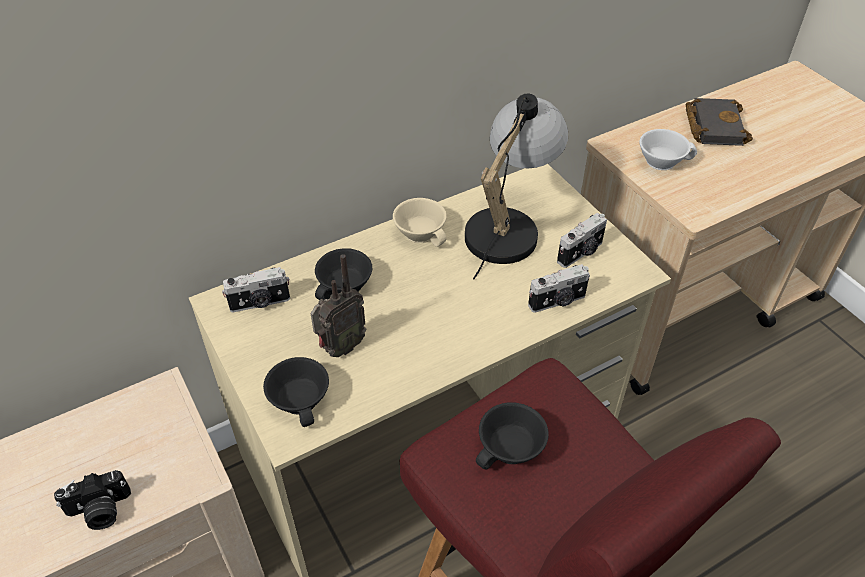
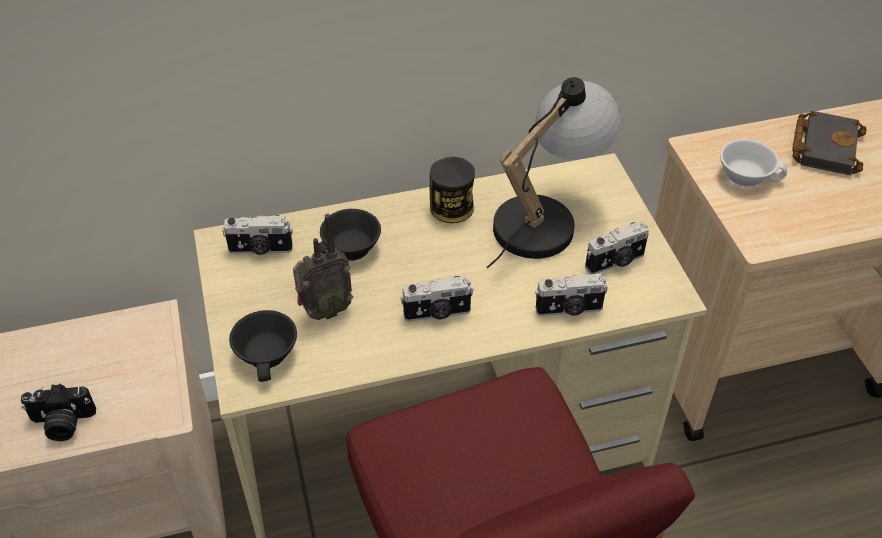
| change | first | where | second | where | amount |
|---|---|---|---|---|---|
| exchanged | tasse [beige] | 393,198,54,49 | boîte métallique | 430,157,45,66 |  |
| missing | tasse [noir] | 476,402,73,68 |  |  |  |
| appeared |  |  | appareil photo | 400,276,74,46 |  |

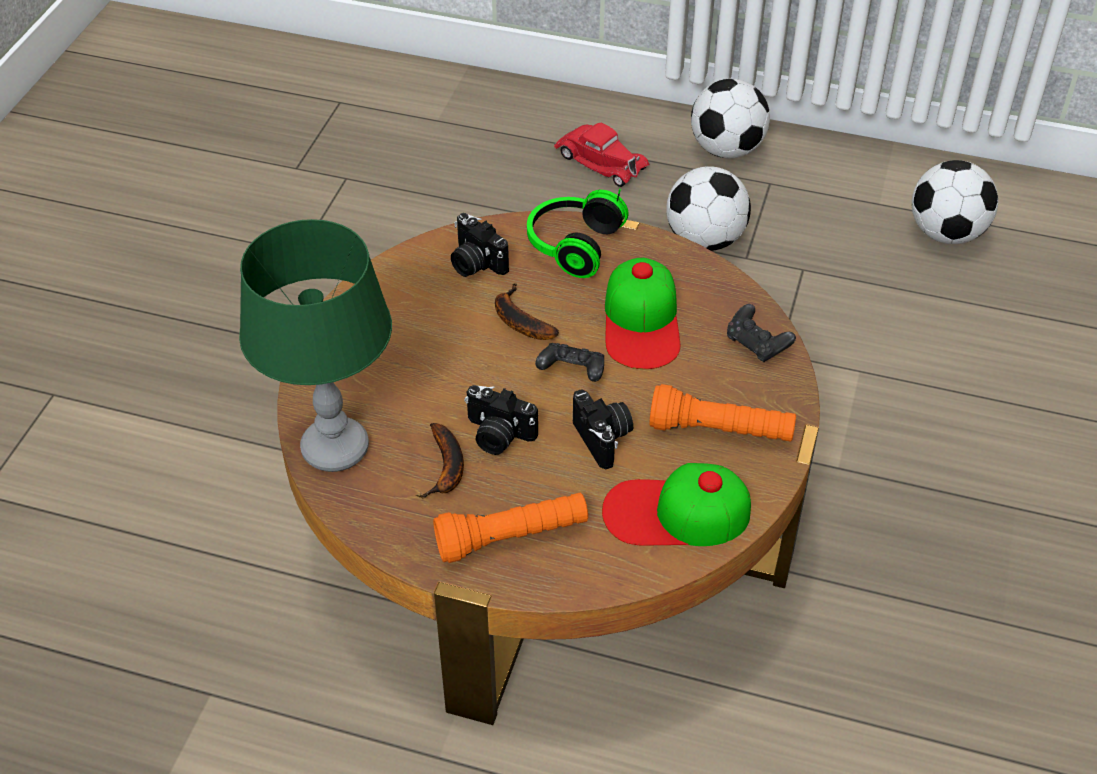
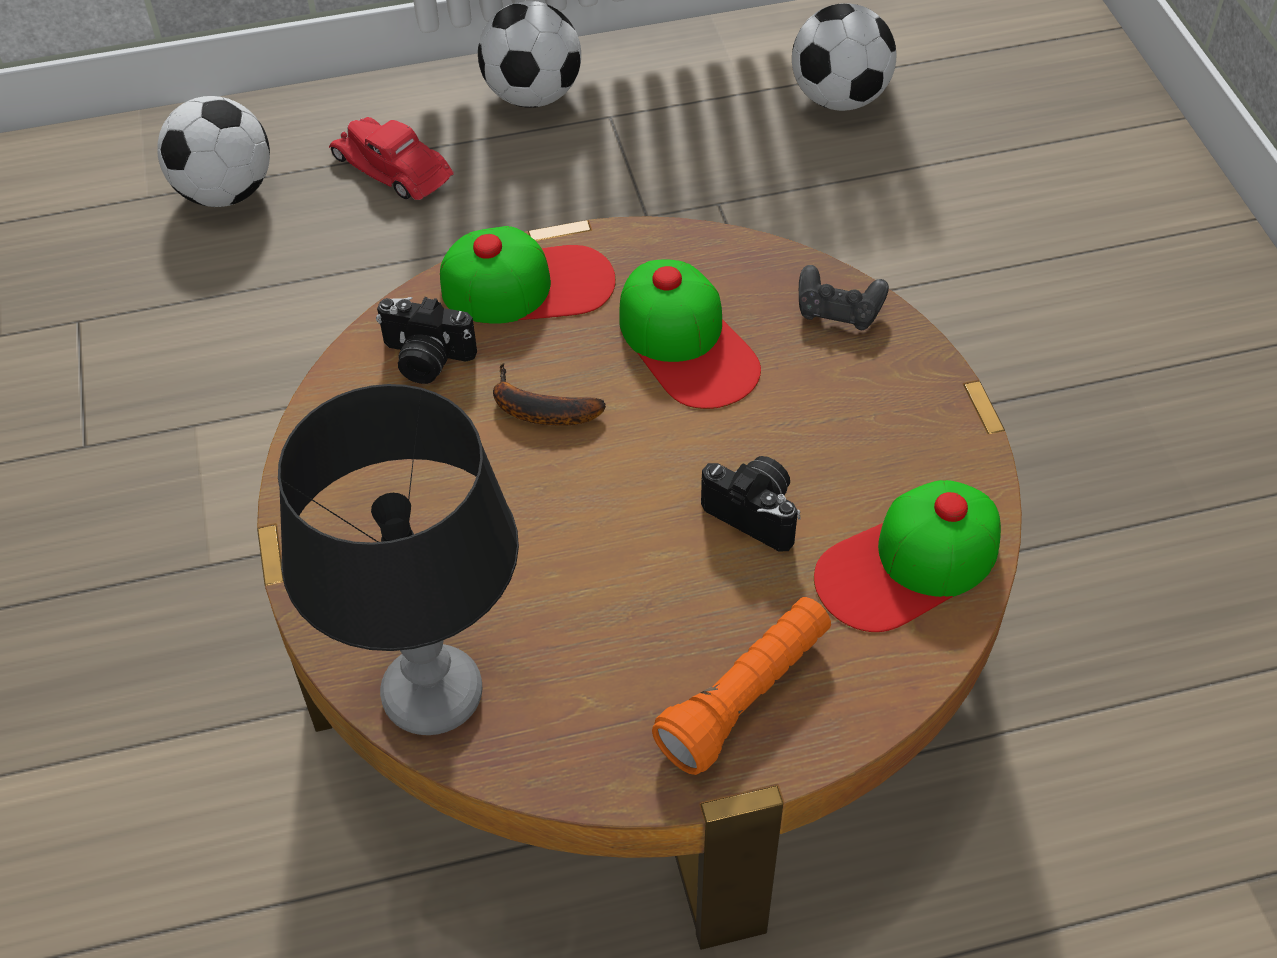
| change | first | where | second | where | amount |
|---|---|---|---|---|---|
| colour | lampe de table [vert] | 239,219,153,253 | lampe de table [noir] | 278,384,241,351 |  |
| missing | banane | 416,423,48,76 |  |  |  |
| missing | appareil photo | 464,385,74,70 |  |  |  |
| exchanged | casque audio | 527,189,101,89 | casquette | 440,226,176,98 |  |
| missing | manette [noir] | 535,343,69,39 |  |  |  |
| spun | petite voiture [rouge] | 554,123,96,64 |  | 329,117,125,83 | 150 degrees counterclockwise |
| missing | lampe de poche [orange] | 649,384,147,58 |  |  |  |
| relocated | ballon de foot | 666,166,85,85 |  | 157,96,113,111 |  |

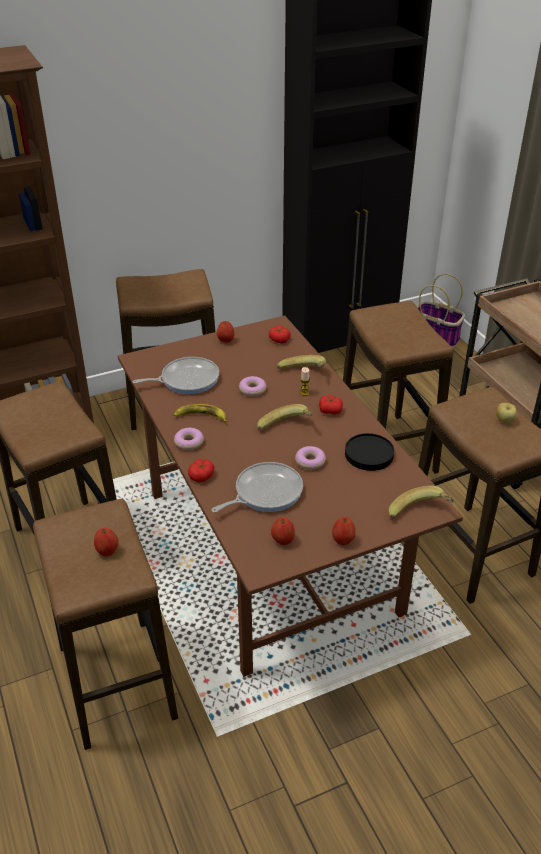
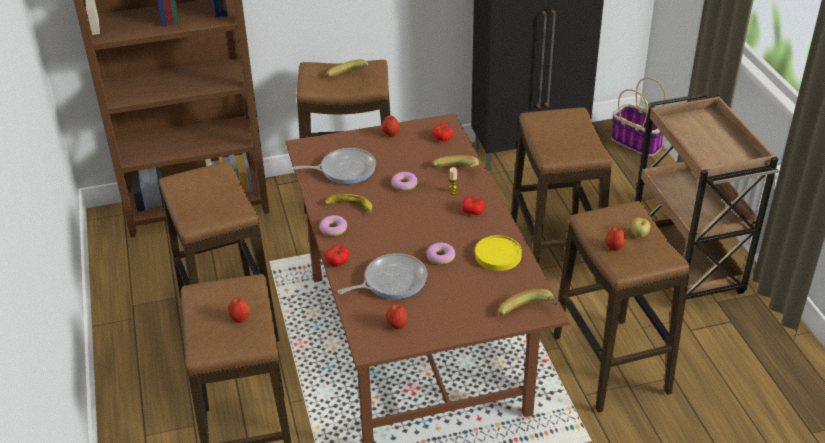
| change | first | where | second | where | amount |
|---|---|---|---|---|---|
| relocated | banane | 257,404,55,26 |  | 327,59,41,18 |  |
| relocated | pomme | 332,517,23,28 |  | 606,227,20,24 |  |
| colour | assiette [noir] | 345,433,49,38 | assiette [jaune] | 475,235,47,36 |  |

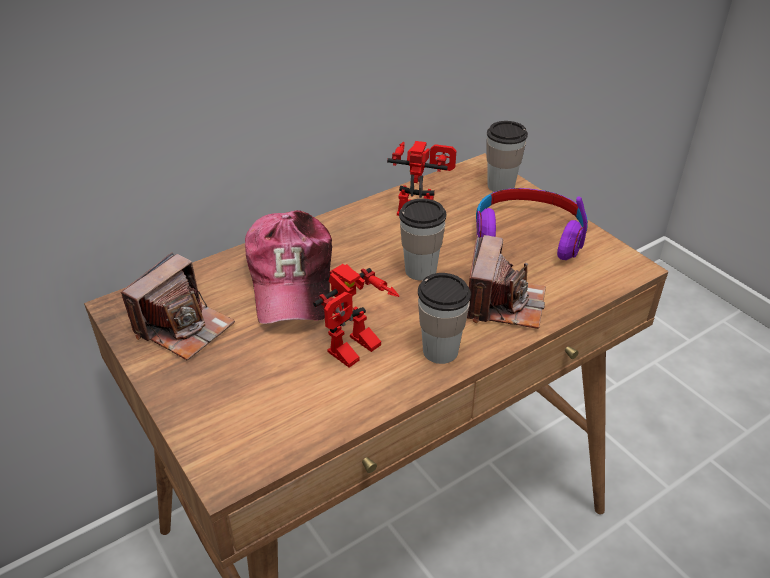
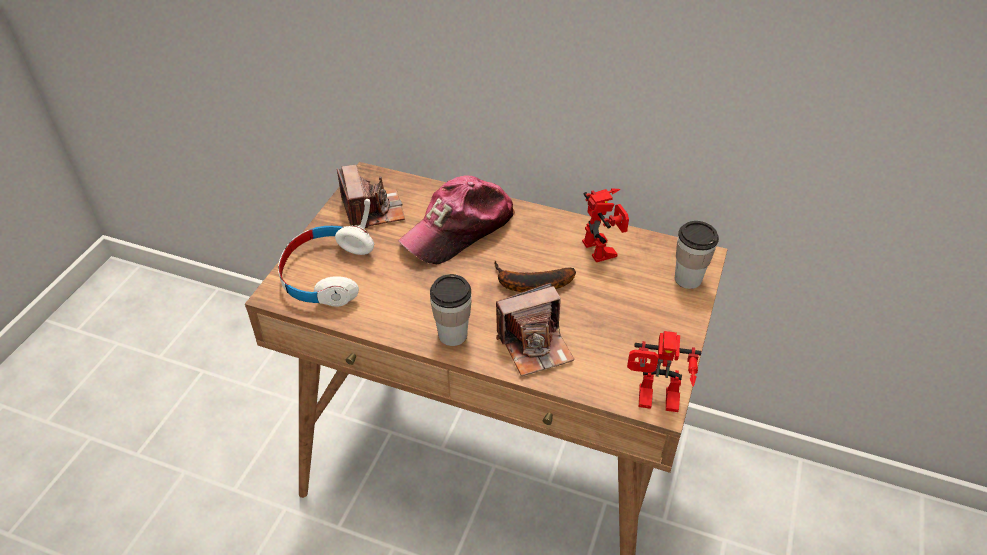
| change | first | where | second | where | amount |
|---|---|---|---|---|---|
| spun | appareil photo | 121,252,114,109 |  | 337,165,68,63 | 105 degrees counterclockwise |
| relocated | robot jouet | 313,264,86,104 |  | 627,331,74,81 |  |
| exchanged | tasse | 399,198,47,83 | banane | 494,260,82,32 |  |
| missing | casque audio [violet] | 476,188,112,72 |  |  |  |
| appeared |  |  | casque audio [blanc] | 278,199,96,108 |  |

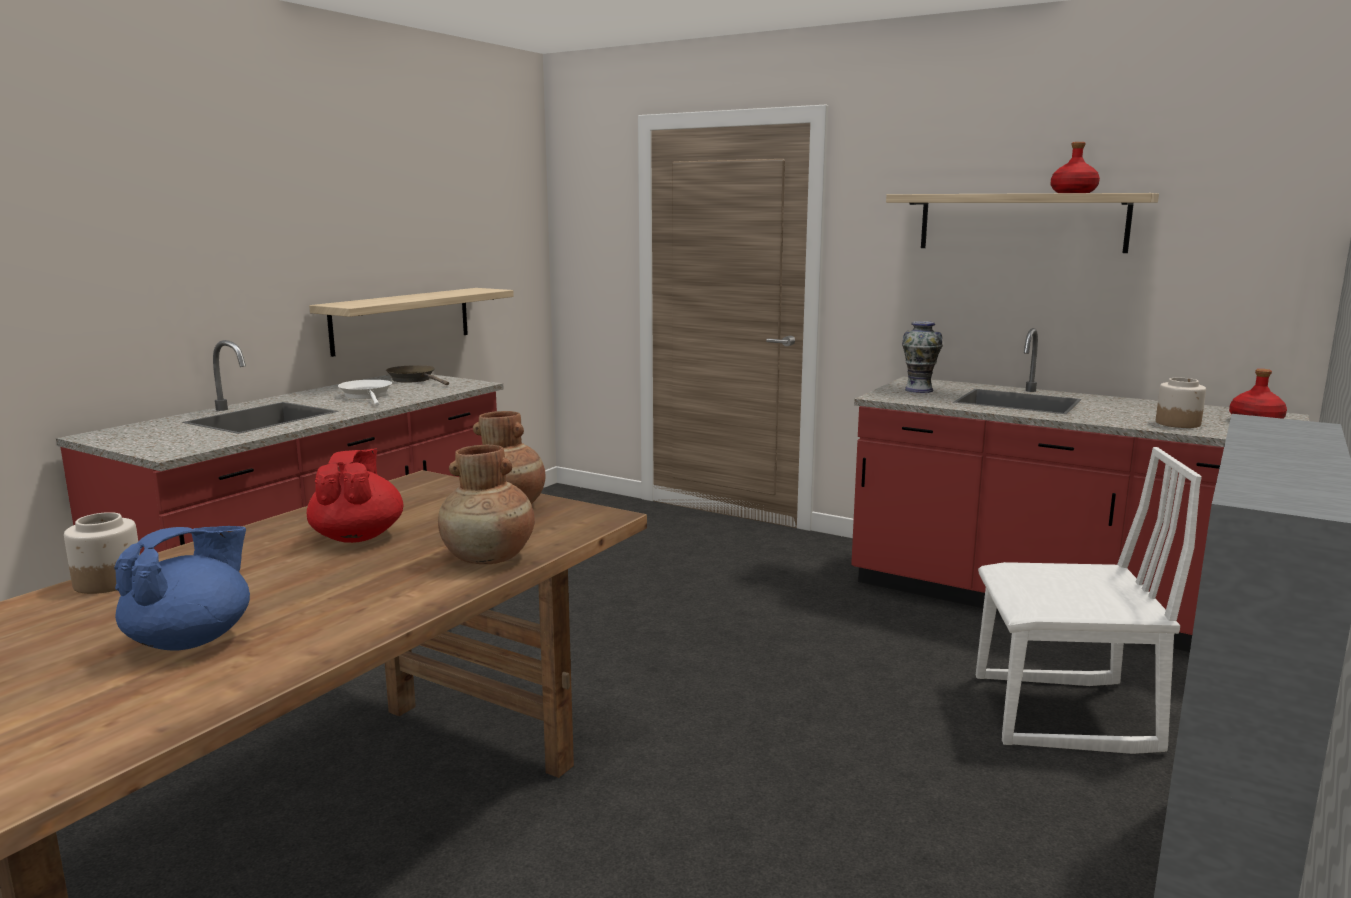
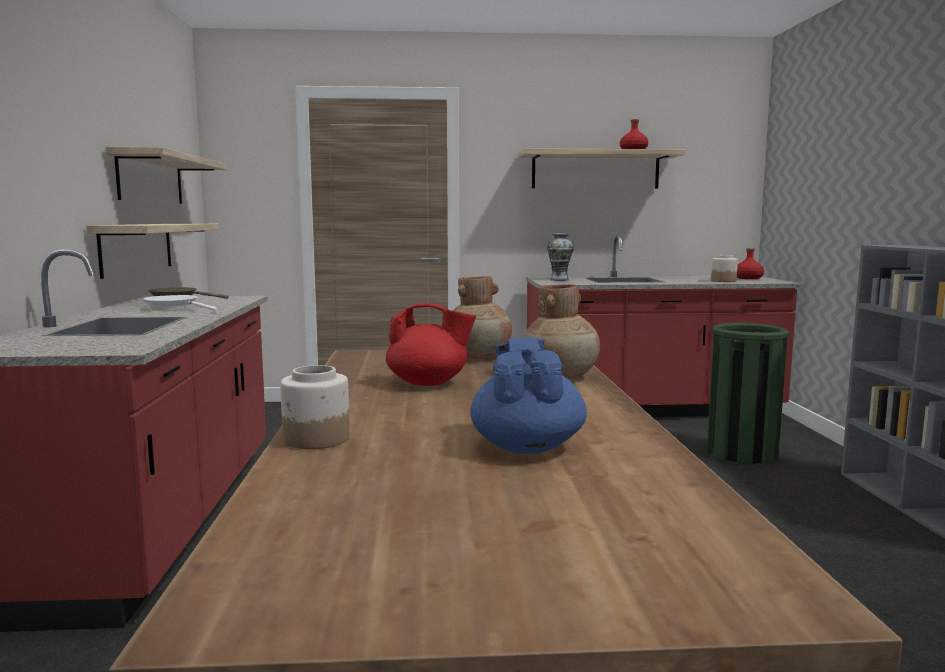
| change | first | where | second | where | amount |
|---|---|---|---|---|---|
| spun | théière [rouge] | 307,448,97,95 |  | 386,303,90,83 | 135 degrees clockwise |
| exchanged | chaise [blanc] | 976,447,226,307 | poubelle [vert] | 707,323,83,143 |  |
| appeared |  |  | étagère | 106,147,121,57 |  |

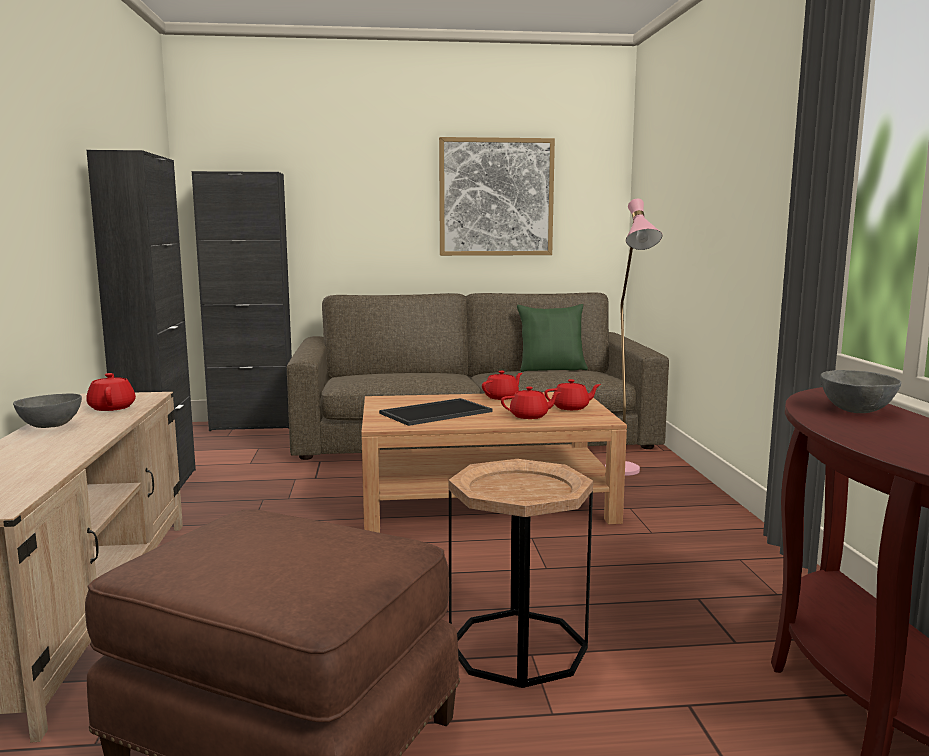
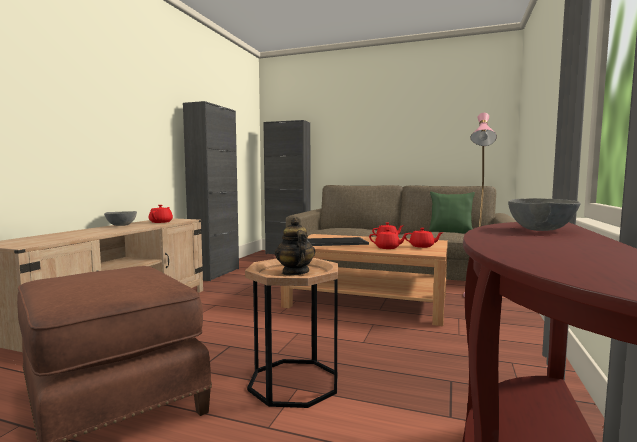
| change | first | where | second | where | amount |
|---|---|---|---|---|---|
| missing | tableau | 439,137,116,119 |  |  |  |
| appeared |  |  | théière | 275,218,40,57 |  |

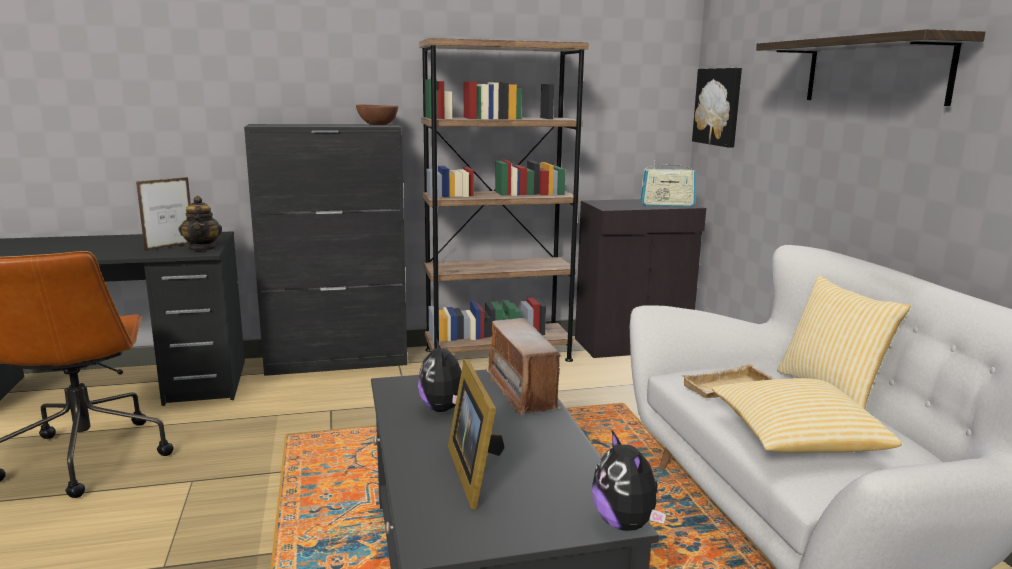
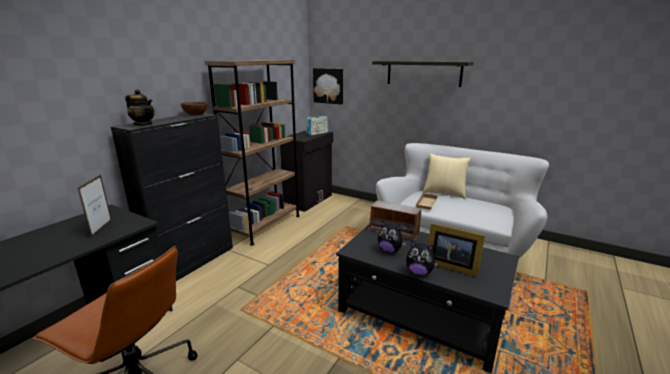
| change | first | where | second | where | amount |
|---|---|---|---|---|---|
| relocated | théière | 179,196,43,55 |  | 125,89,30,37 |  |
| relocated | peluche | 592,430,74,101 |  | 406,240,32,35 |  |
| missing | coussin | 712,378,190,75 |  |  |  |

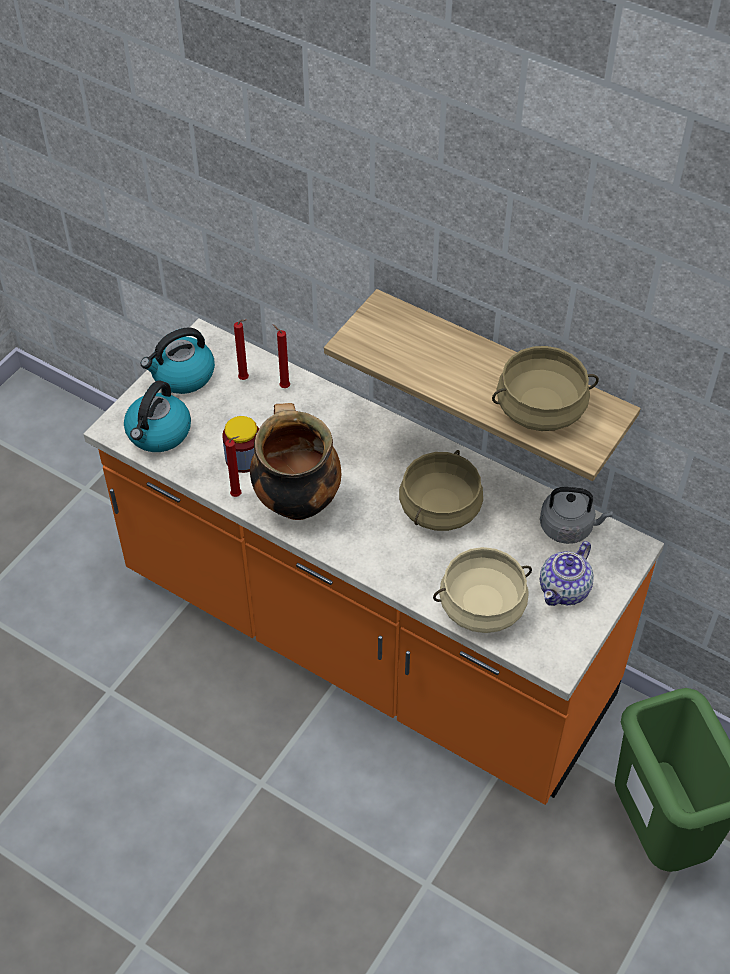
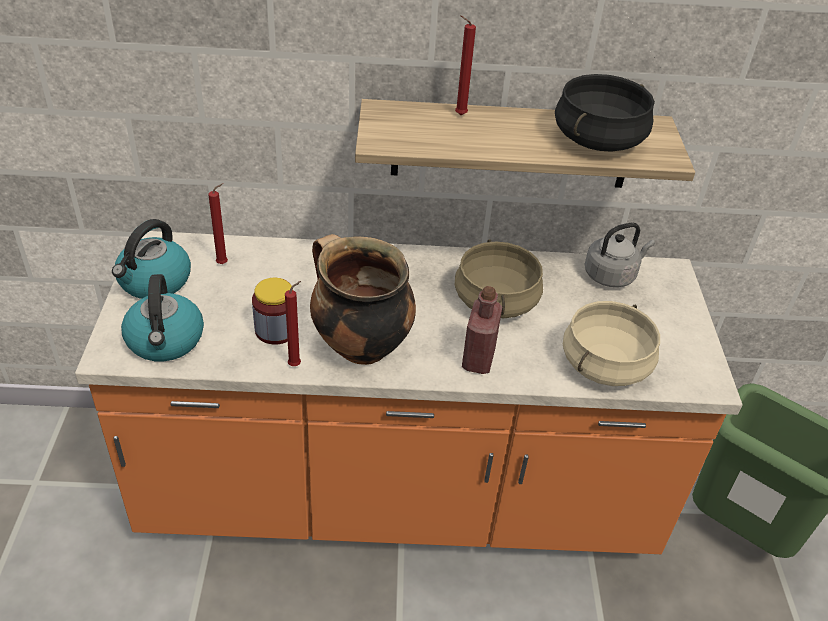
| change | first | where | second | where | amount |
|---|---|---|---|---|---|
| relocated | bougie [rouge] | 272,324,18,64 |  | 455,15,21,100 |  |
| colour | marmite [beige] | 492,346,107,85 | marmite [noir] | 555,74,100,78 |  |
| missing | théière | 540,541,54,65 |  |  |  |
| appeared |  |  | bouteille [rouge] | 462,286,40,88 |  |

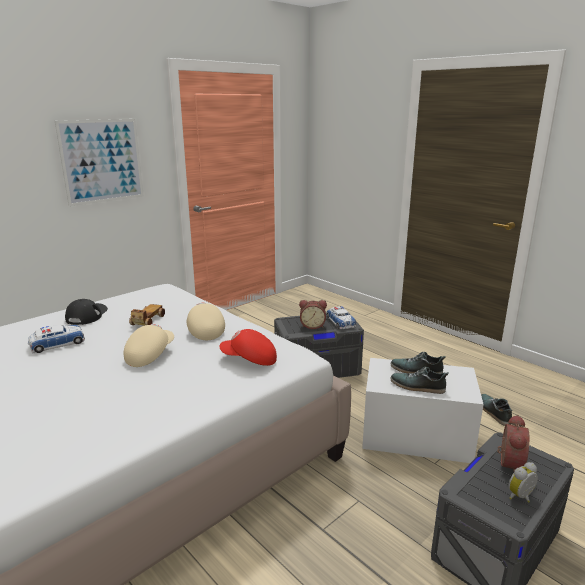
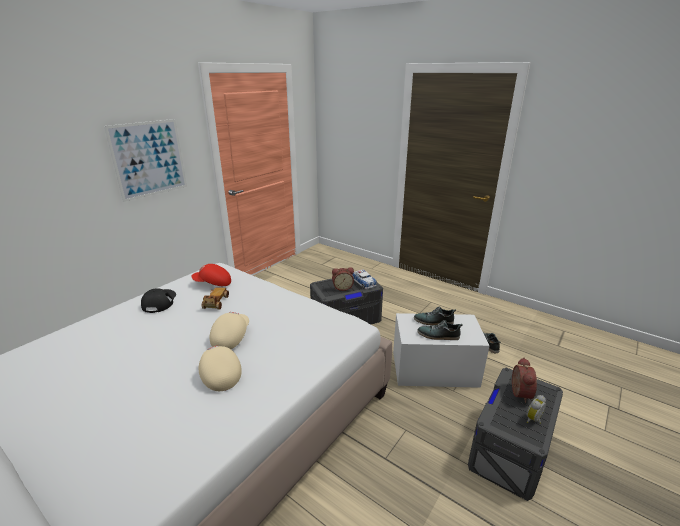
| change | first | where | second | where | amount |
|---|---|---|---|---|---|
| missing | petite voiture | 28,325,57,28 |  |  |  |
| relocated | casquette [beige] | 187,303,38,37 |  | 199,346,43,45 |  |
| relocated | casquette [rouge] | 220,329,57,37 |  | 192,264,39,22 |  |

